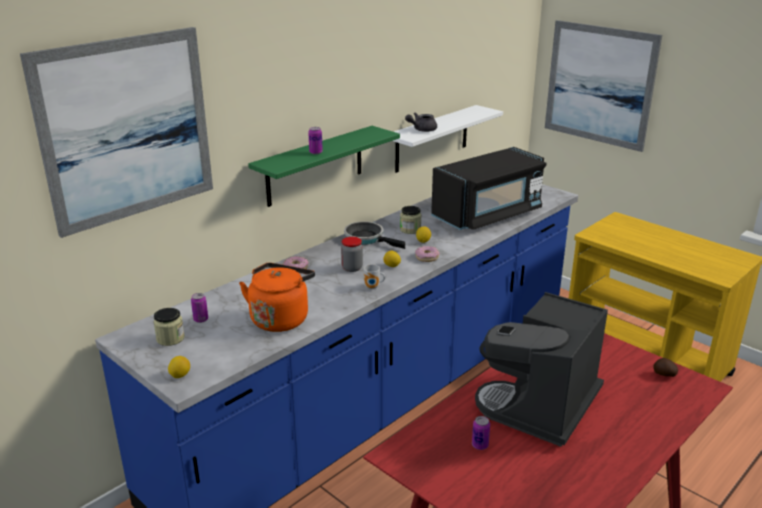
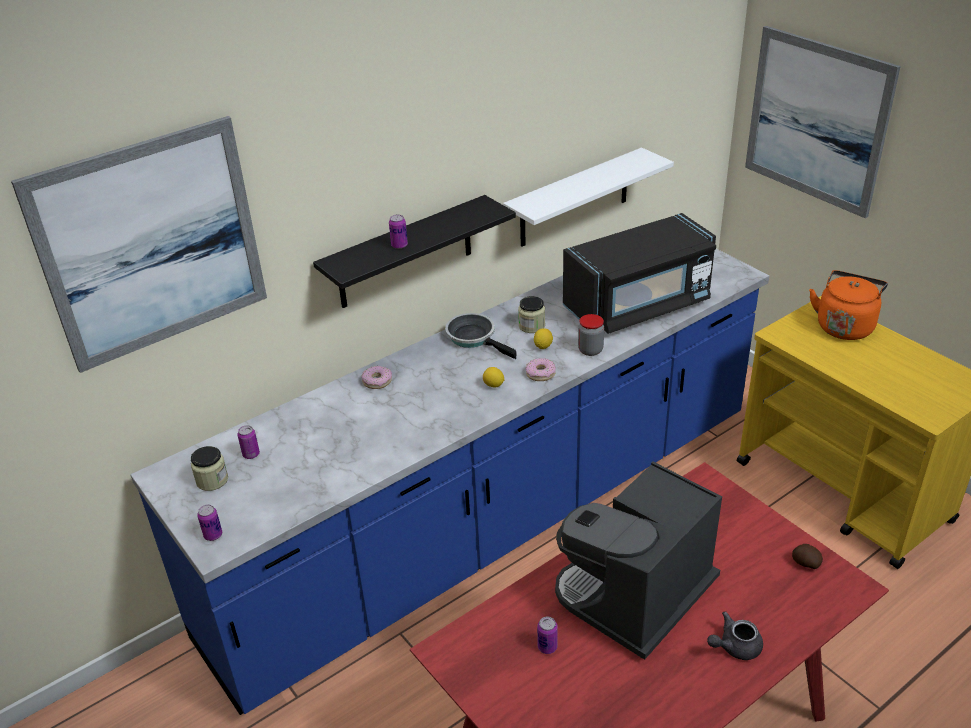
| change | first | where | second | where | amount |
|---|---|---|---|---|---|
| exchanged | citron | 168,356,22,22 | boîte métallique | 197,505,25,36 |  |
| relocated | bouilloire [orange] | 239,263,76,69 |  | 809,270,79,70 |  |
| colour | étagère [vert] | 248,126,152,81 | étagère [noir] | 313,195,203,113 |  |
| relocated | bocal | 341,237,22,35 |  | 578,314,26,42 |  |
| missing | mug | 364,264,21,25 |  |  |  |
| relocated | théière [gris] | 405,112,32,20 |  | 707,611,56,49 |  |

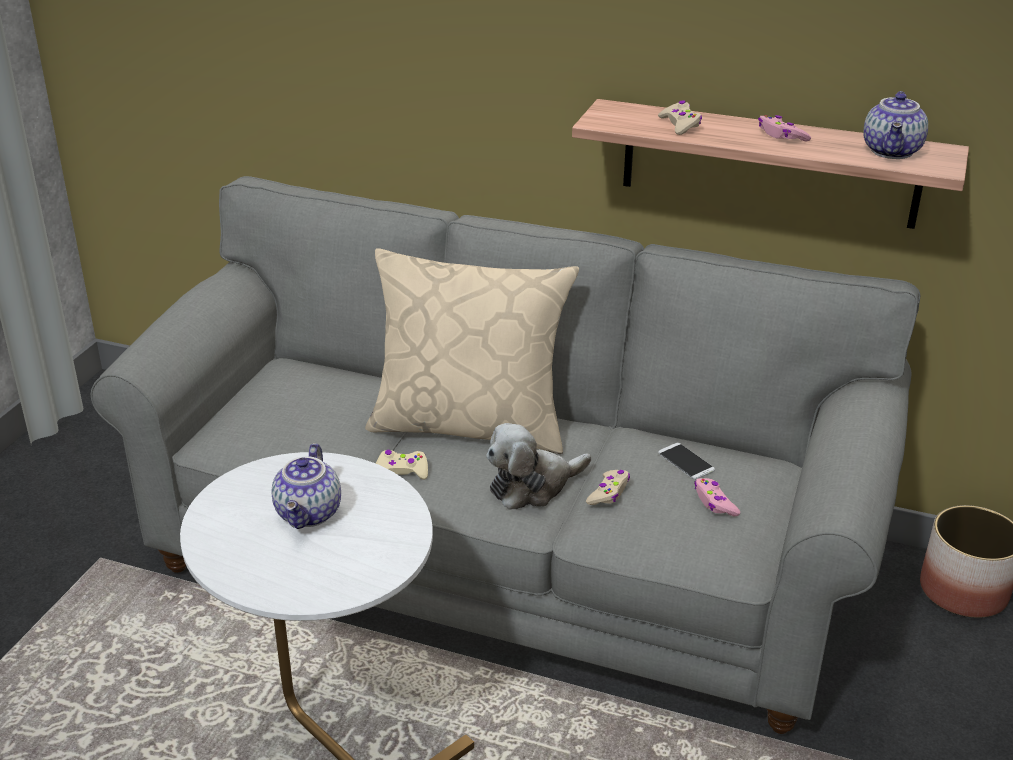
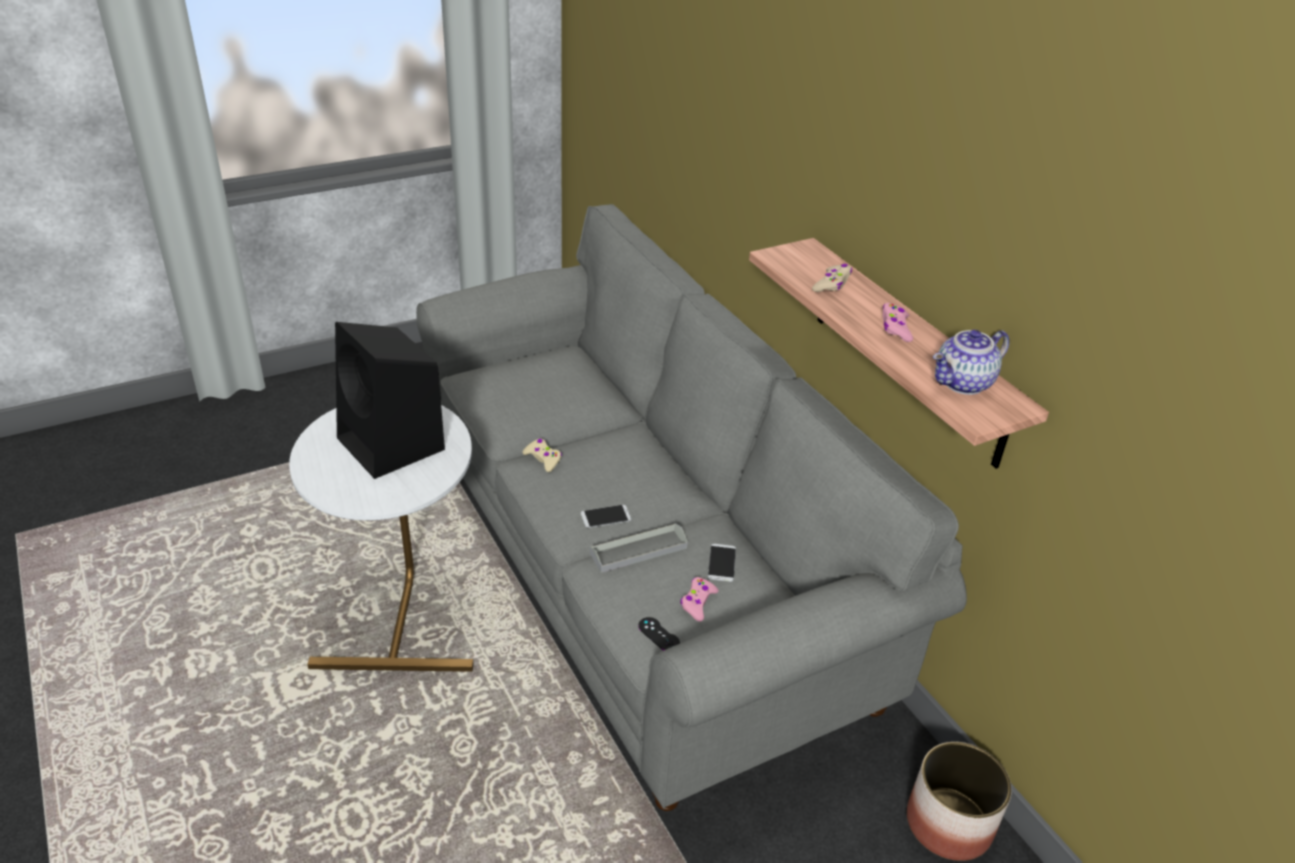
| change | first | where | second | where | amount |
|---|---|---|---|---|---|
| exchanged | théière | 271,443,70,86 | enceinte [noir] | 335,322,110,157 |  |
| missing | coussin [beige] | 365,248,214,206 |  |  |  |
| exchanged | peluche | 486,423,105,87 | téléphone | 581,505,50,23 |  |
| exchanged | manette [beige] | 586,470,44,35 | plateau [gris] | 590,523,98,50 |  |
| appeared |  |  | manette [noir] | 638,617,42,33 |  |

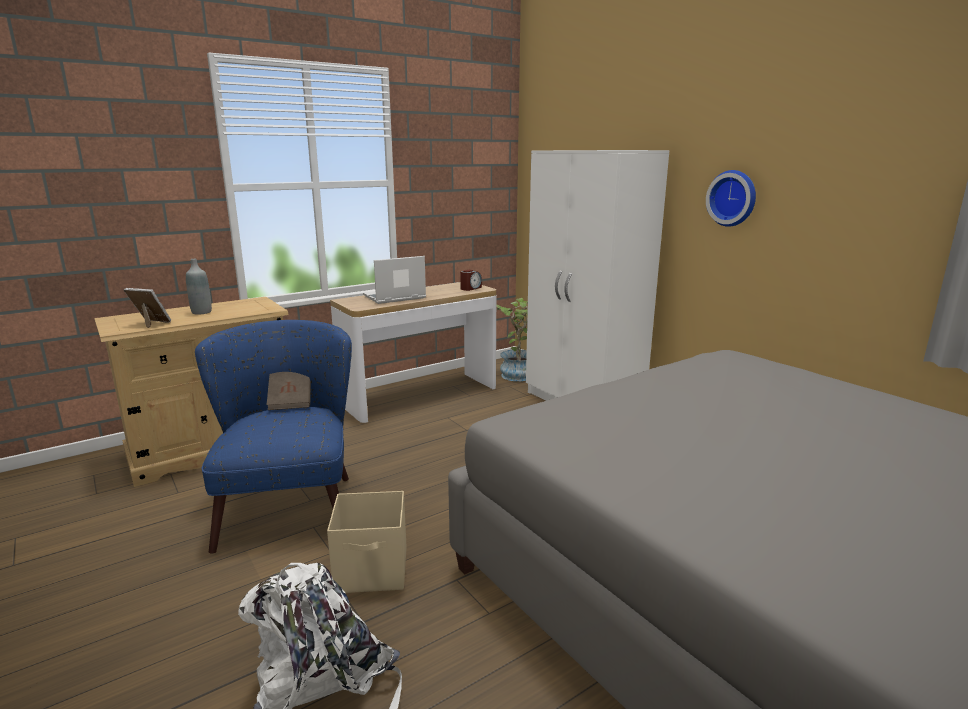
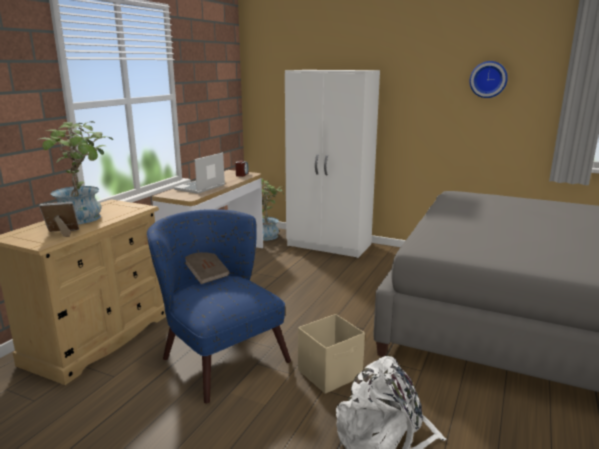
| change | first | where | second | where | amount |
|---|---|---|---|---|---|
| exchanged | bouteille [gris] | 186,259,26,56 | plante en pot | 37,121,76,103 |  |
| relocated | horloge murale | 706,170,50,57 |  | 470,61,38,37 |  |

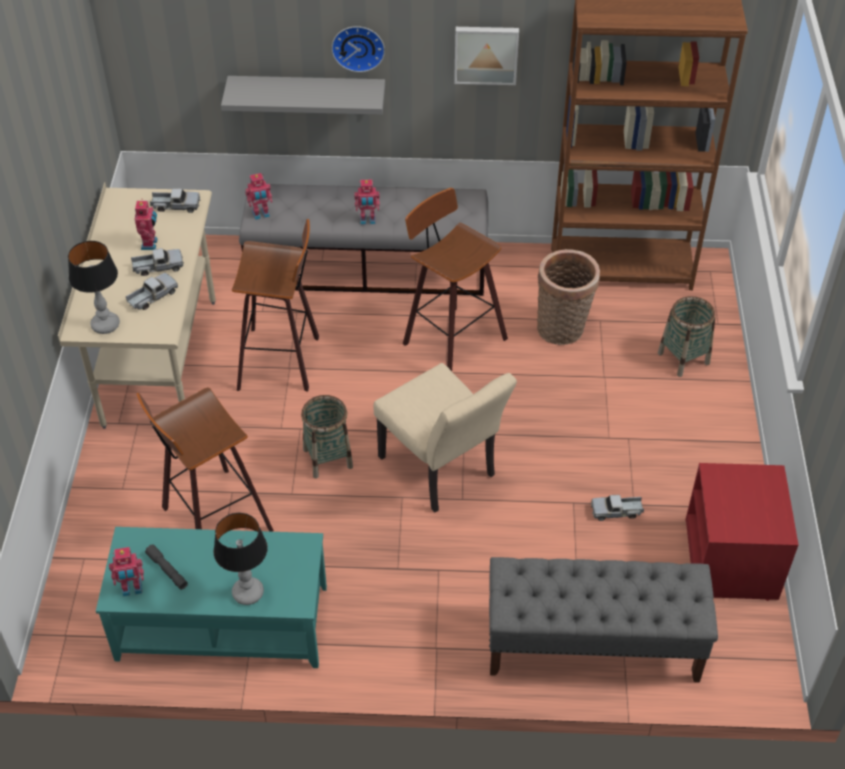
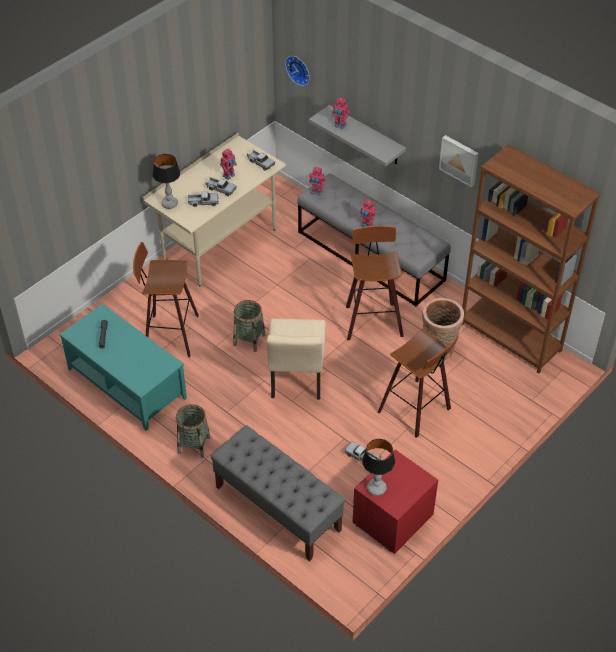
| change | first | where | second | where | amount |
|---|---|---|---|---|---|
| relocated | robot jouet | 109,547,35,50 |  | 332,97,17,32 |  |
| relocated | lampe de table | 213,513,55,92 |  | 362,439,33,57 |  |
| relocated | tabouret | 232,219,87,172 |  | 377,328,82,110 |  |
| relocated | horloge murale | 331,26,54,46 |  | 285,56,25,30 |  |
| relocated | panier | 658,296,57,81 |  | 176,404,34,54 |  |

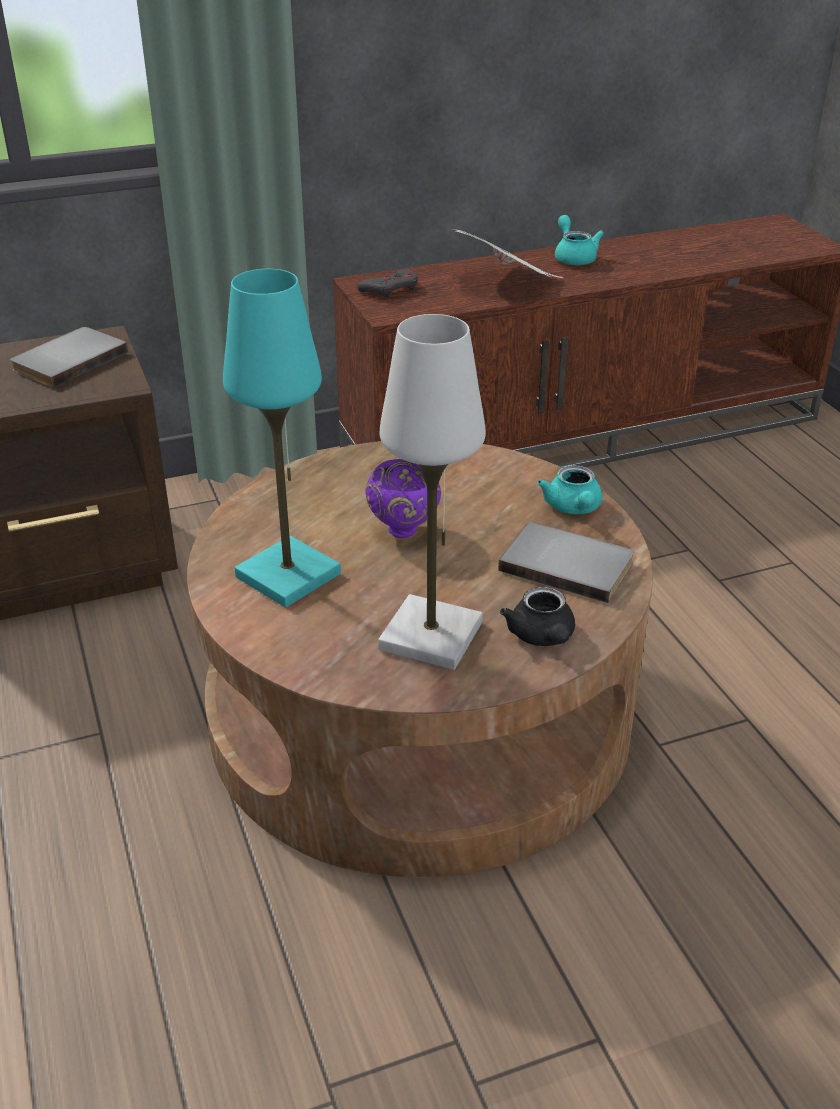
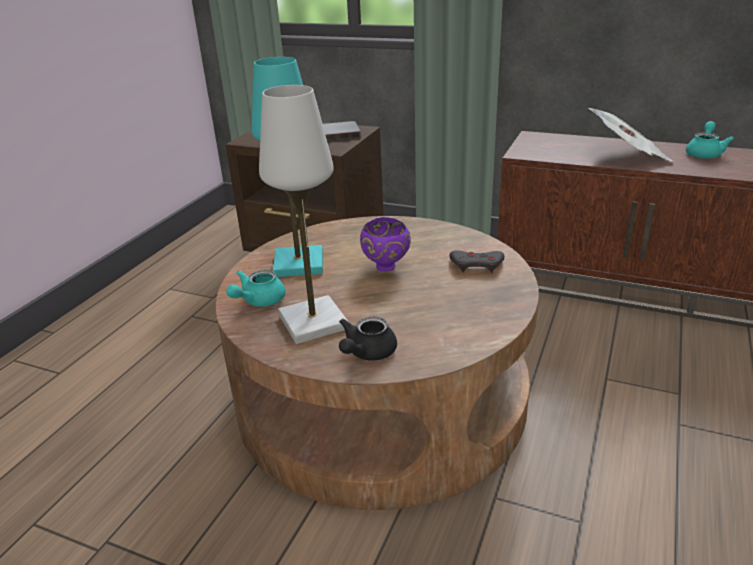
| change | first | where | second | where | amount |
|---|---|---|---|---|---|
| relocated | manette [gris] | 357,269,61,29 |  | 450,251,54,22 |  |
| missing | livre [gris] | 498,522,136,81 |  |  |  |
| relocated | théière [turquoise] | 537,465,65,49 |  | 226,270,60,37 |  |

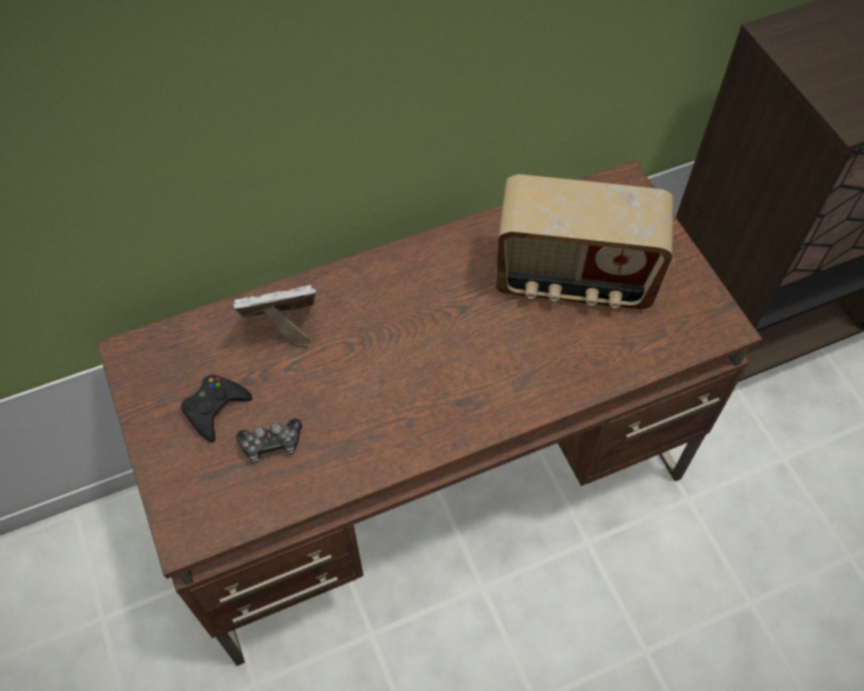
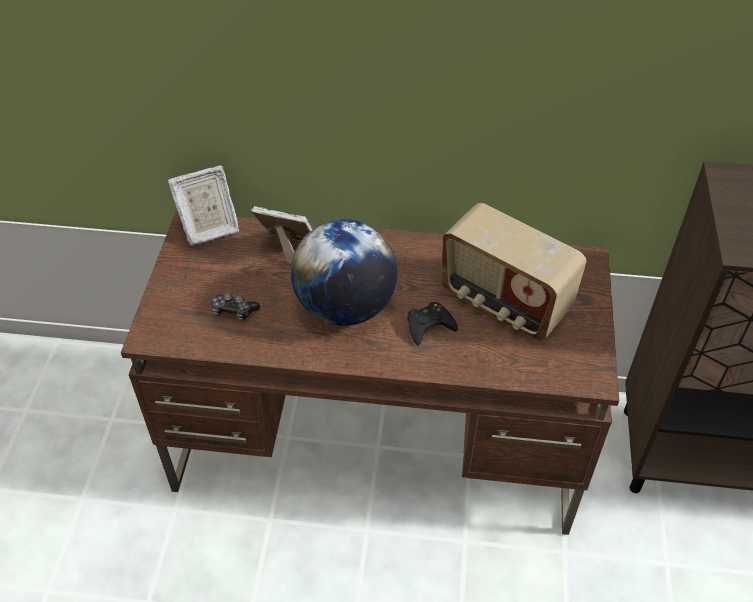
| change | first | where | second | where | amount |
|---|---|---|---|---|---|
| relocated | manette [noir] | 181,375,71,68 |  | 407,302,51,44 |  |
| appeared |  |  | cadre photo | 168,165,71,80 |  |
| appeared |  |  | globe | 291,219,106,107 |  |

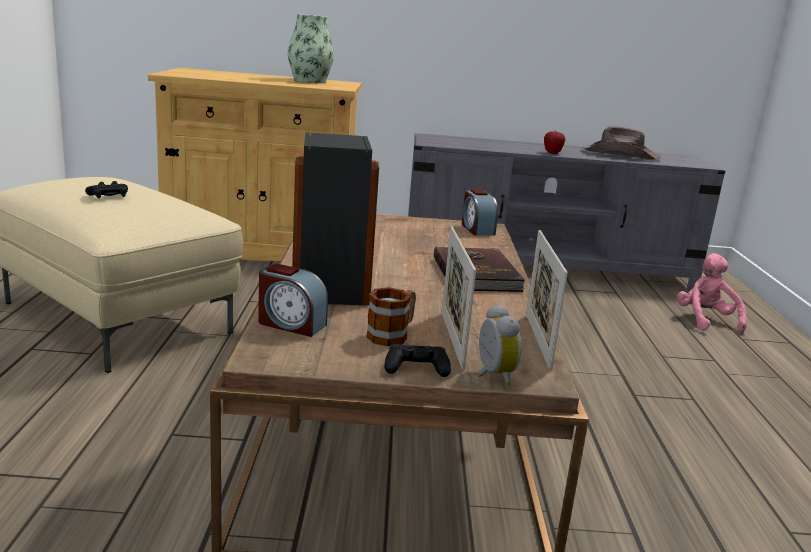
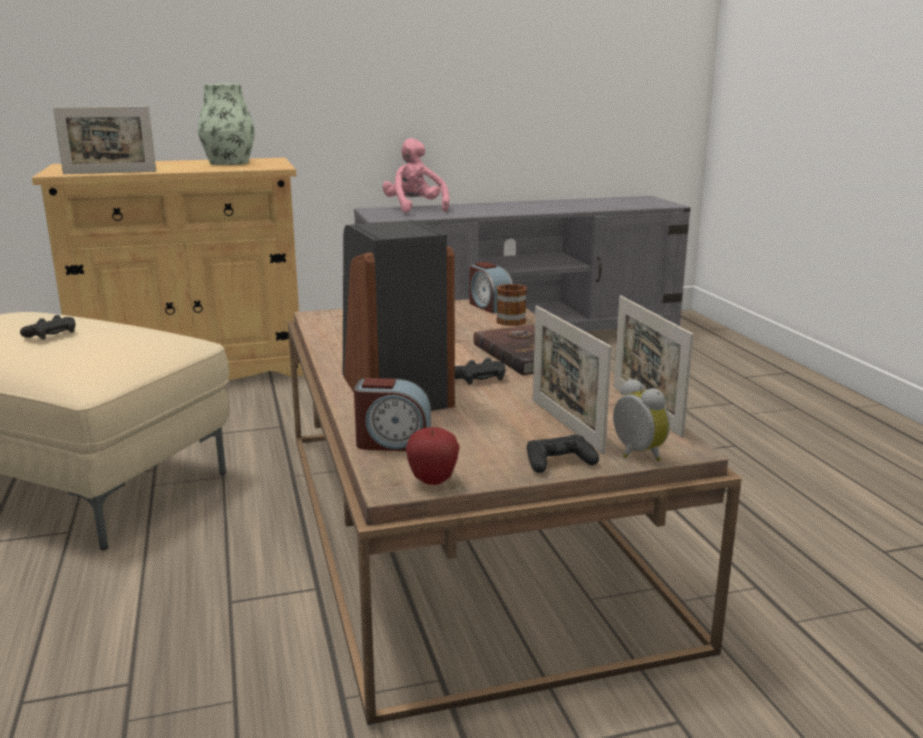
| change | first | where | second | where | amount |
|---|---|---|---|---|---|
| relocated | mug | 366,287,50,59 |  | 497,284,30,42 |  |
| relocated | pomme | 544,131,21,23 |  | 406,427,54,58 |  |
| missing | chapeau [marron] | 581,126,79,34 |  |  |  |
| relocated | peluche [rose] | 677,253,70,81 |  | 382,138,67,75 |  |
| appeared |  |  | cadre photo | 53,106,103,68 |  |
| appeared |  |  | manette [noir] | 455,358,51,27 |  |

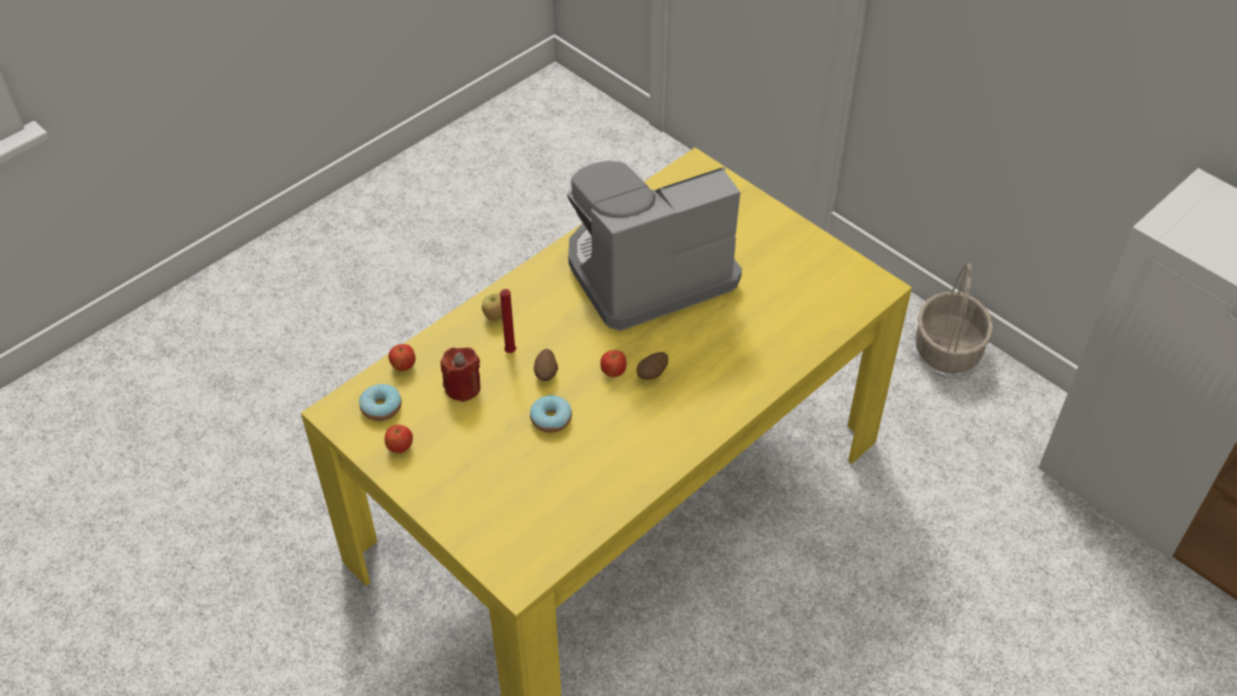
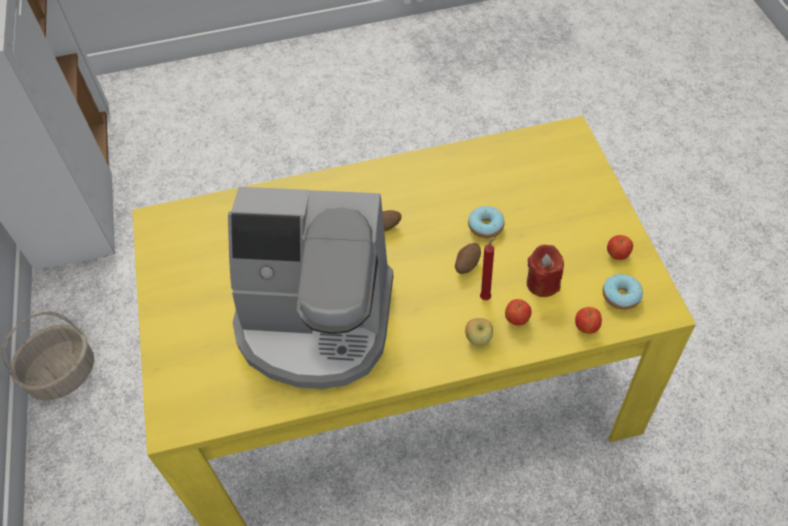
| change | first | where | second | where | amount |
|---|---|---|---|---|---|
| relocated | pomme | 600,350,26,27 |  | 505,299,27,27 |  |

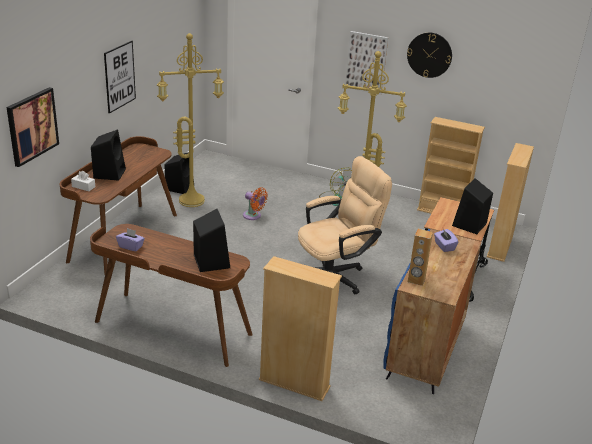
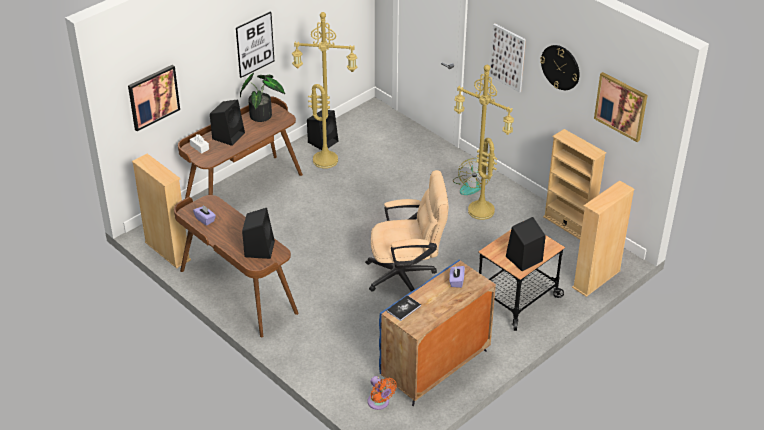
| change | first | where | second | where | amount |
|---|---|---|---|---|---|
| relocated | ventilateur [orange] | 243,188,25,32 |  | 367,376,30,34 |  |
| relocated | bibliothèque [beige] | 259,256,83,145 |  | 132,154,59,114 |  |
| exchanged | enceinte [marron] | 408,229,25,57 | livre | 387,295,34,26 |  |
| appeared |  |  | plante en pot | 240,73,45,49 |  |
| appeared |  |  | tableau | 594,72,54,70 |  |

